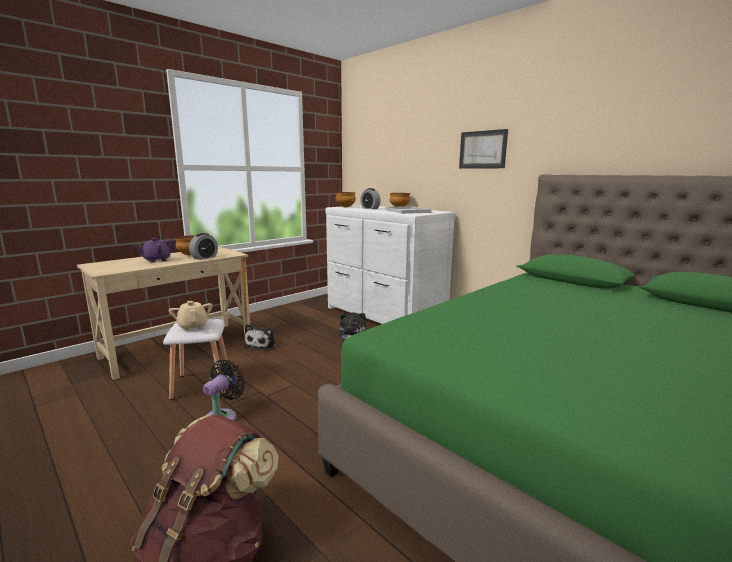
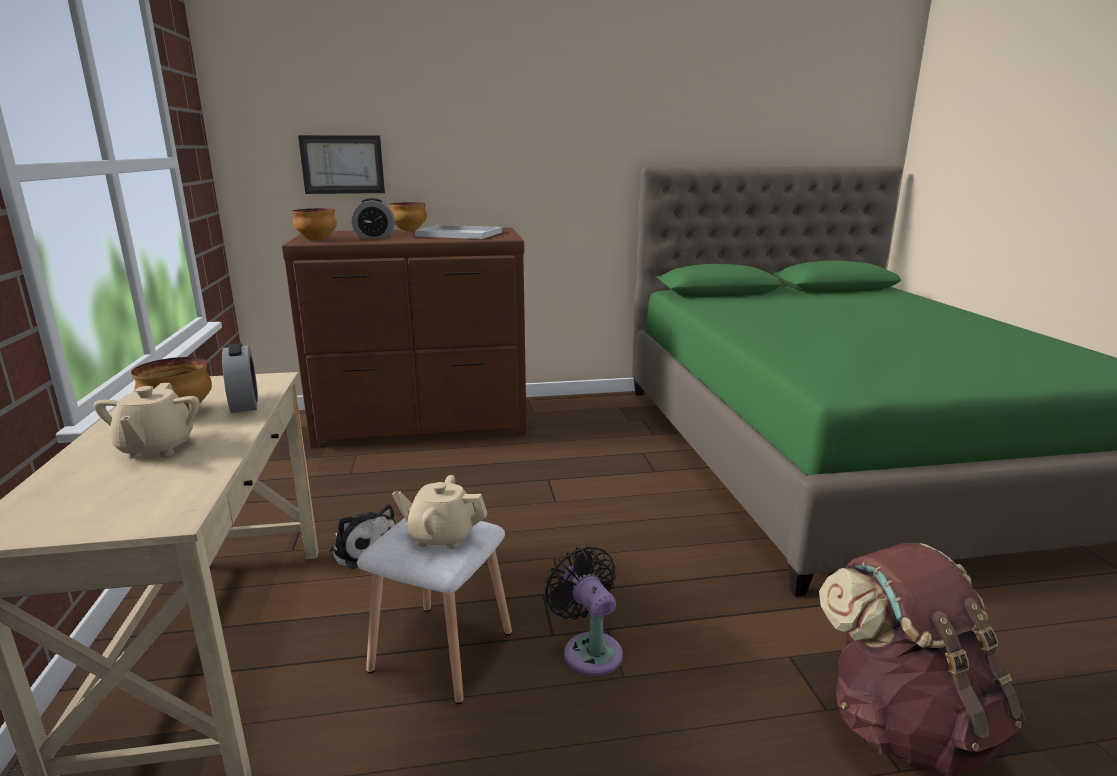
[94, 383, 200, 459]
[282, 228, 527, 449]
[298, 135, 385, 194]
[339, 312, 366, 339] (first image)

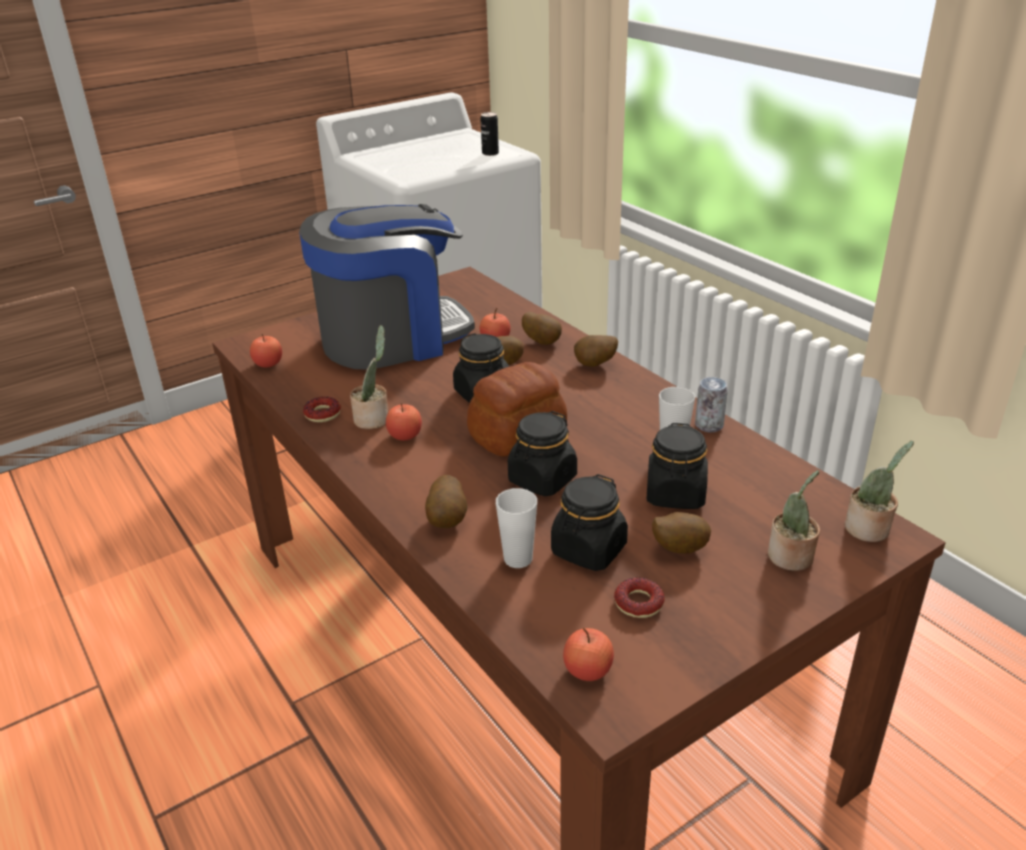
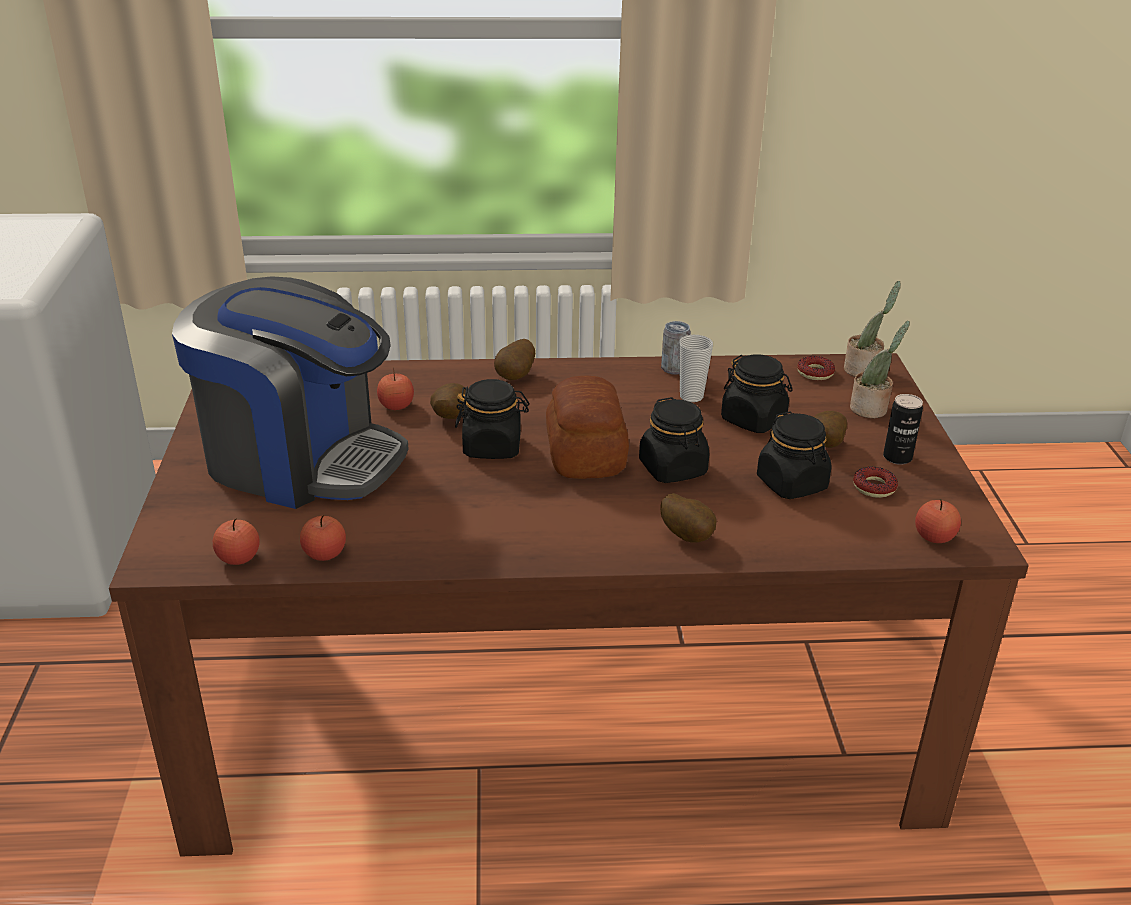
[172, 276, 408, 509]
[300, 515, 346, 561]
[797, 356, 835, 380]
[883, 394, 923, 465]
[350, 325, 388, 429] (first image)
[496, 488, 537, 568] (first image)
[522, 312, 562, 345] (first image)

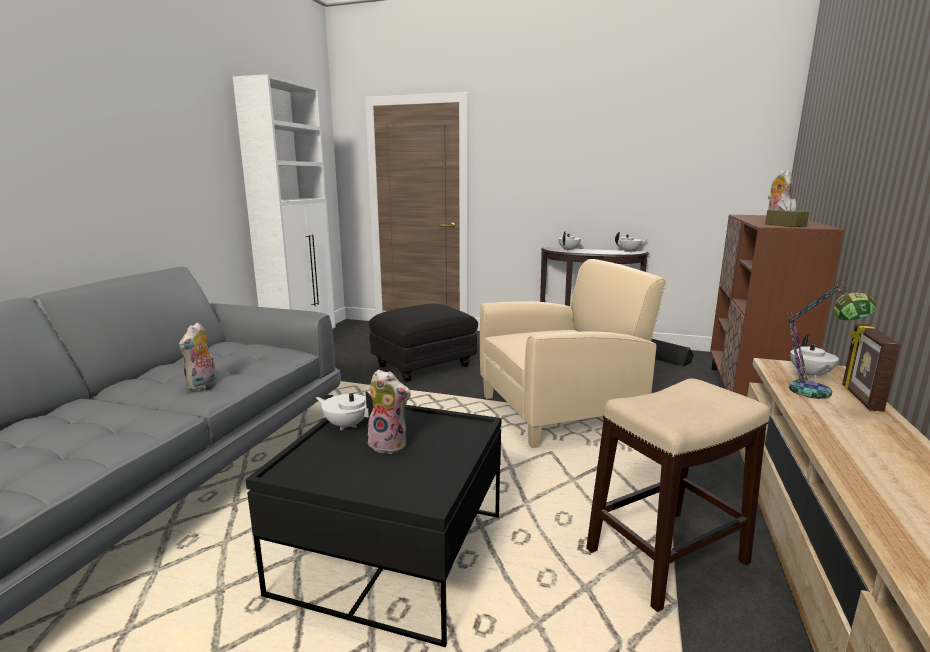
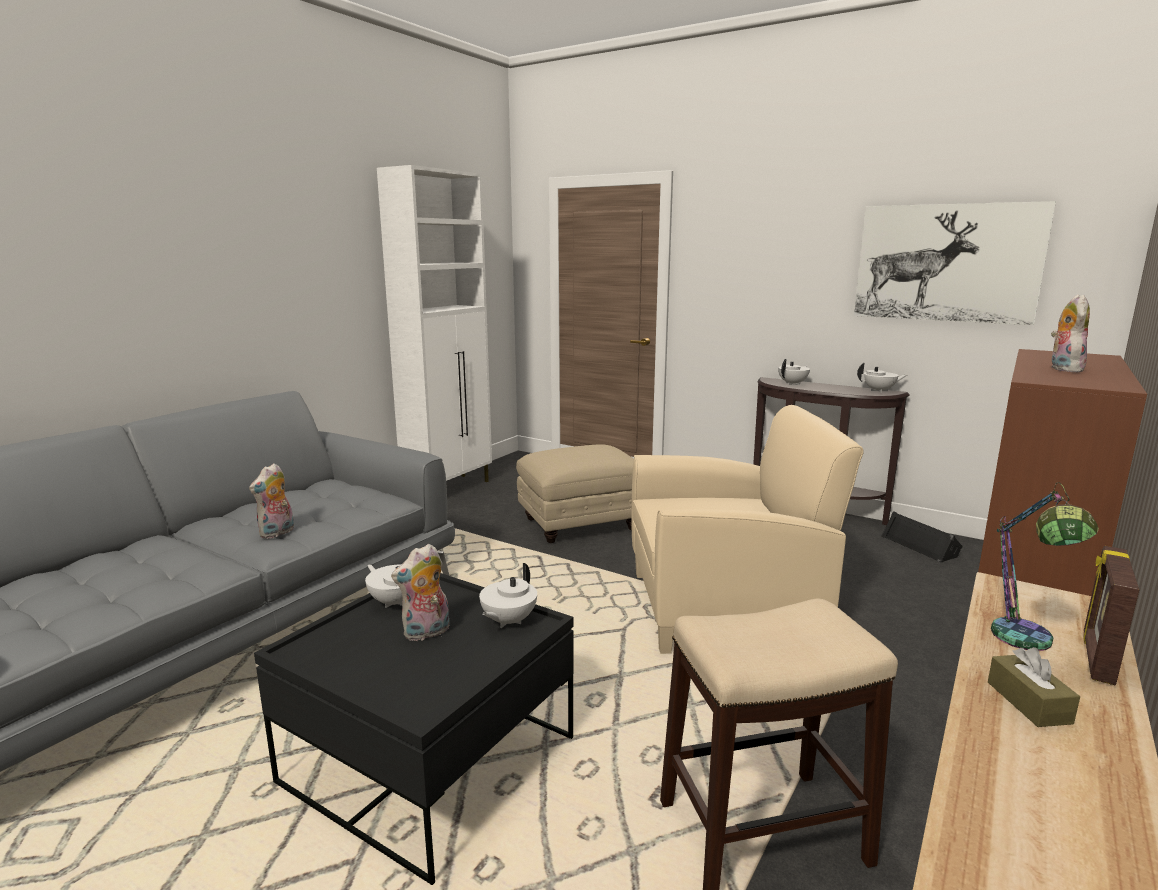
[391, 544, 449, 642]
[479, 563, 537, 628]
[516, 444, 634, 543]
[854, 201, 1056, 325]
[988, 647, 1080, 727]

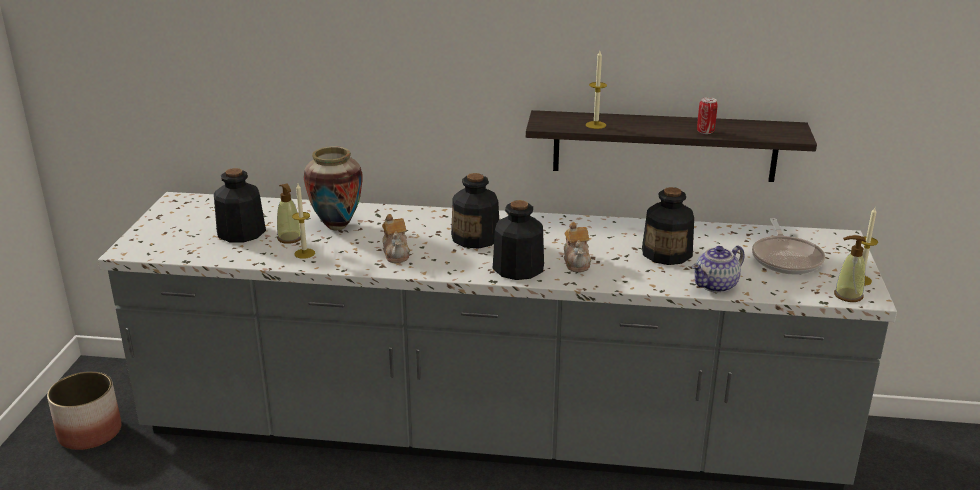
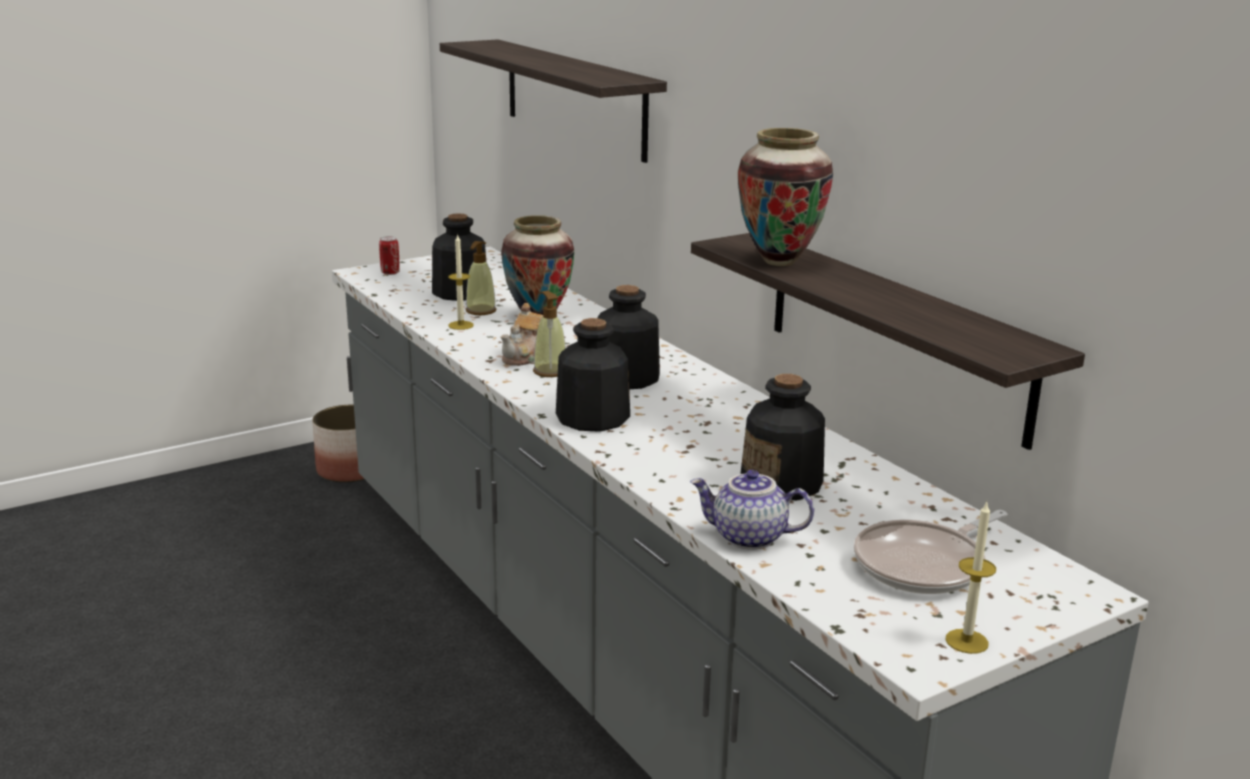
[379, 236, 400, 275]
[440, 39, 667, 163]
[533, 291, 566, 377]
[738, 128, 833, 266]
[564, 222, 591, 272] (first image)

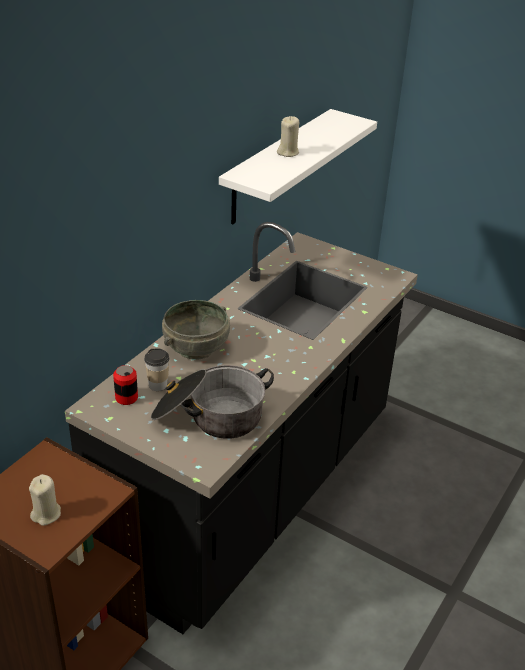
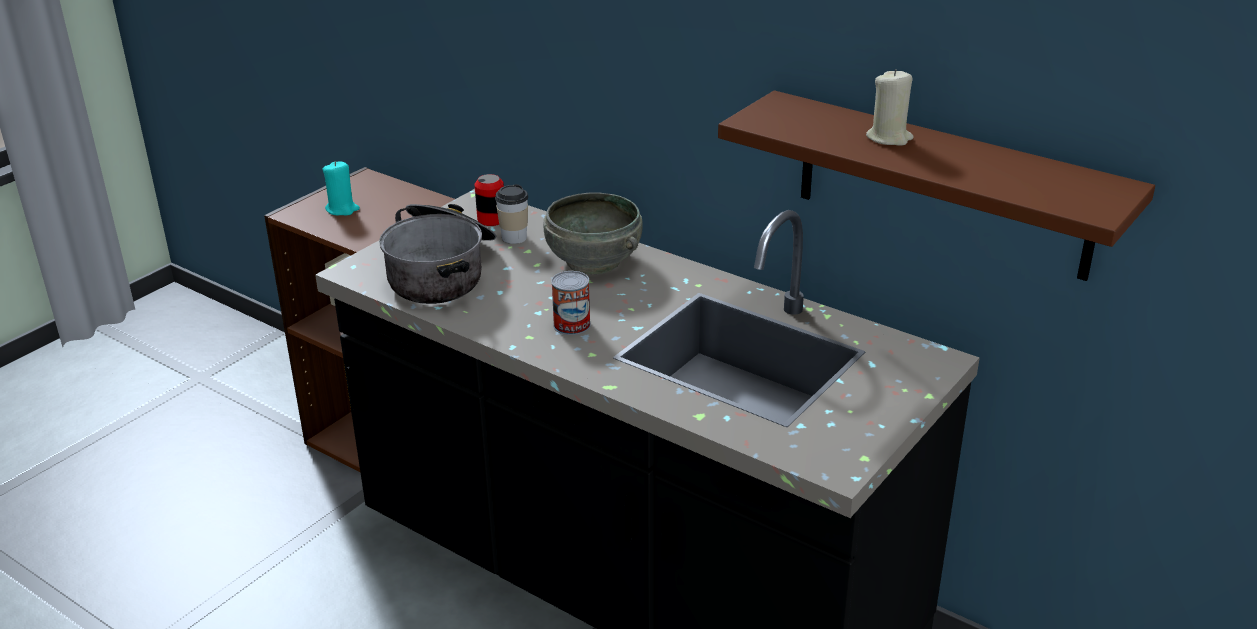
[322, 161, 360, 215]
[551, 271, 591, 335]
[718, 91, 1155, 281]

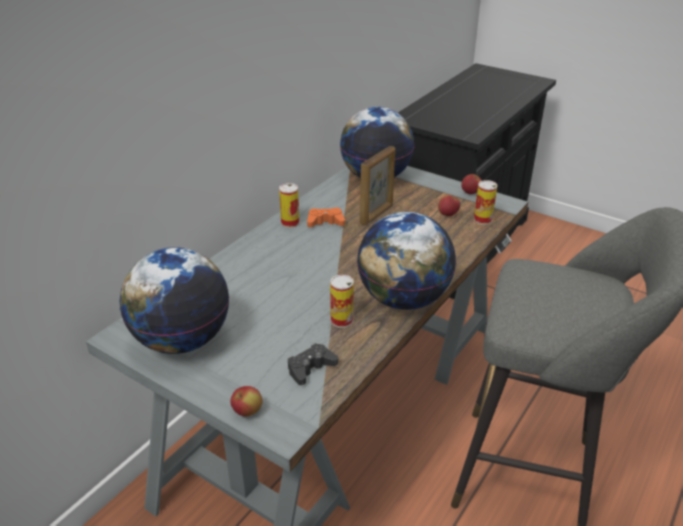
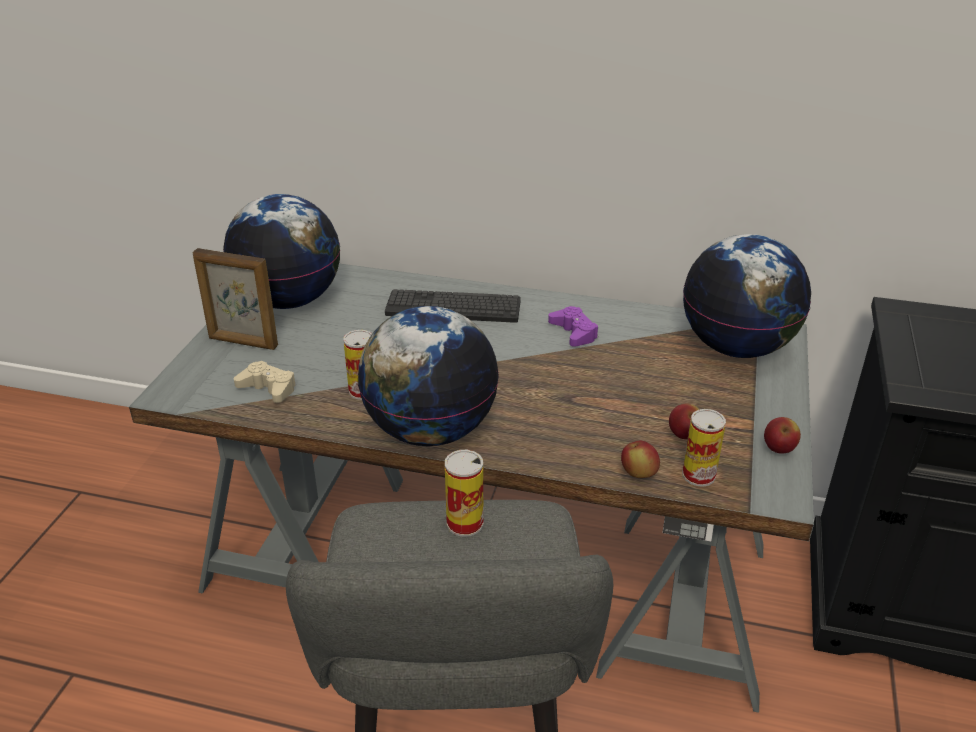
[193, 248, 278, 350]
[234, 361, 296, 403]
[385, 289, 521, 323]
[445, 450, 483, 537]
[548, 306, 598, 347]
[621, 441, 660, 478]

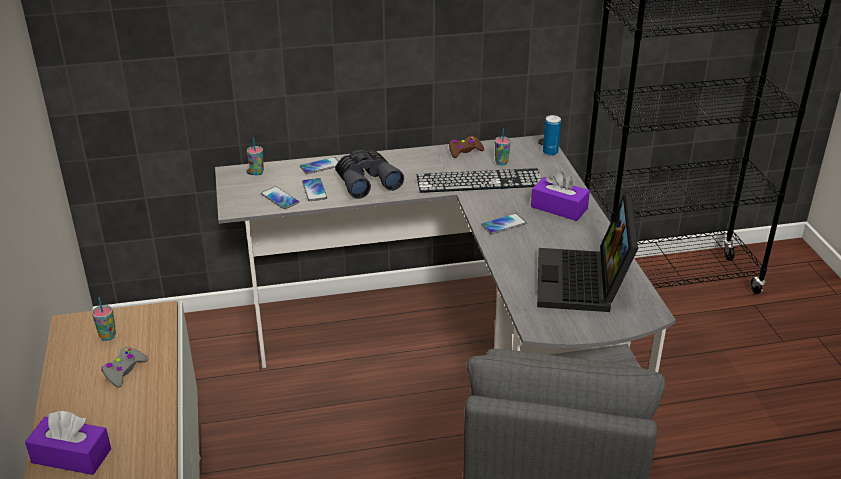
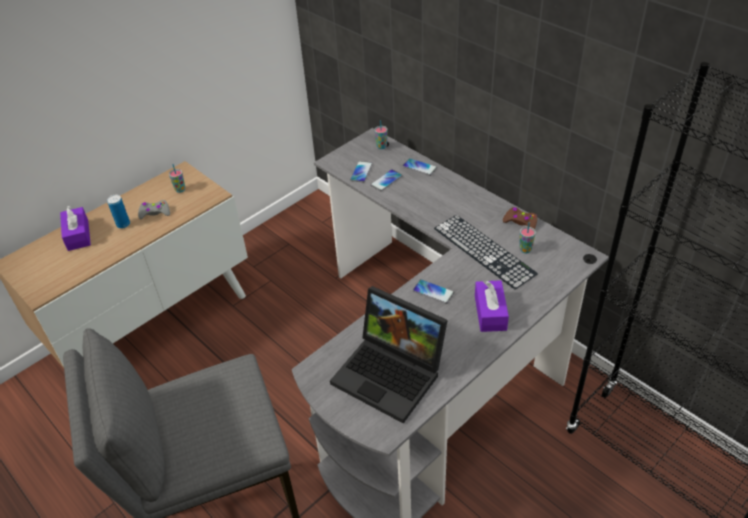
[107, 195, 130, 228]
[330, 286, 448, 424]
[335, 150, 404, 199] (first image)

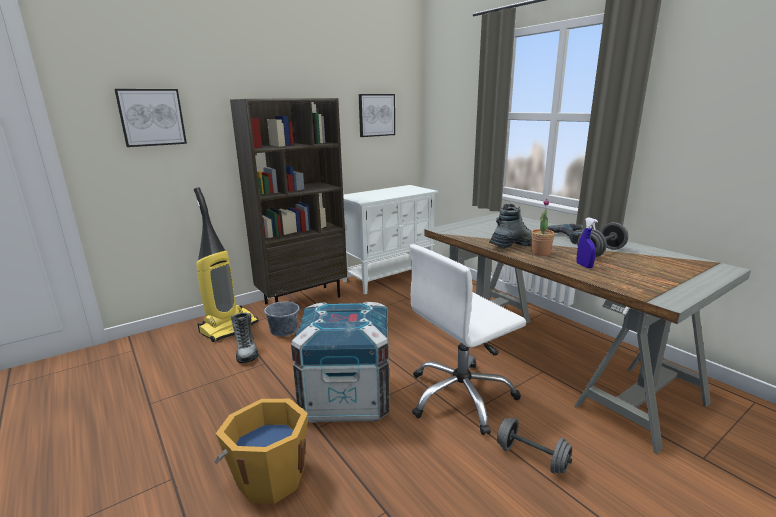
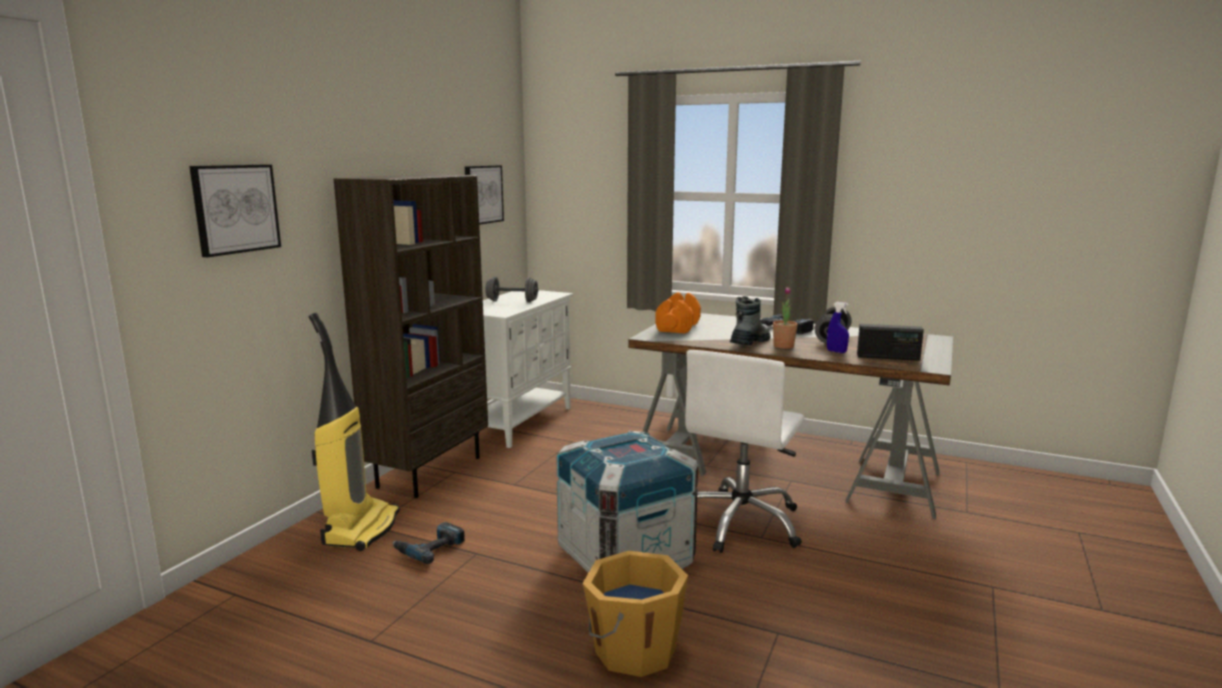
[392, 522, 465, 564]
[485, 277, 538, 302]
[655, 292, 701, 333]
[857, 324, 924, 361]
[264, 291, 299, 336] (first image)

